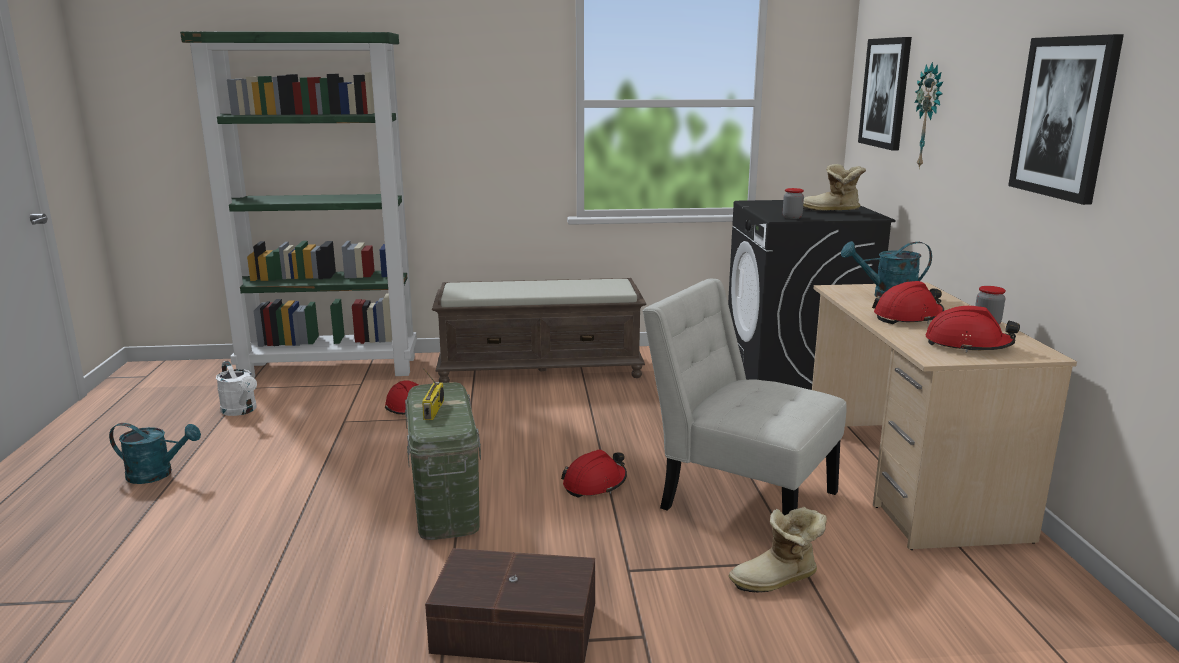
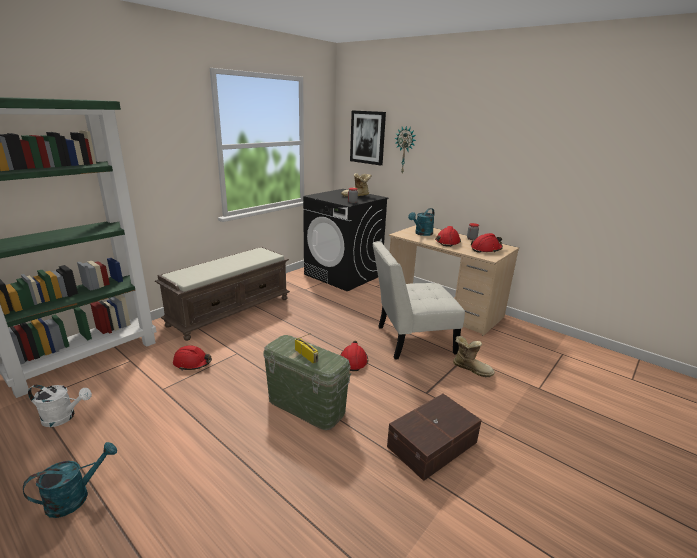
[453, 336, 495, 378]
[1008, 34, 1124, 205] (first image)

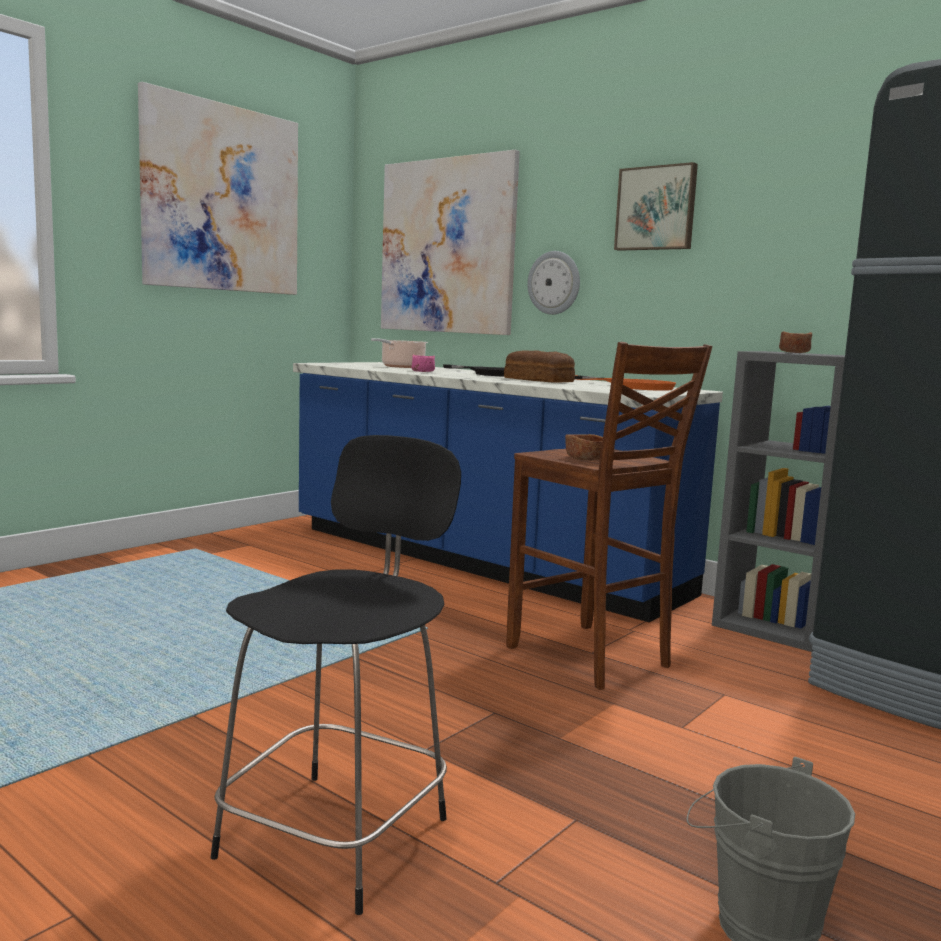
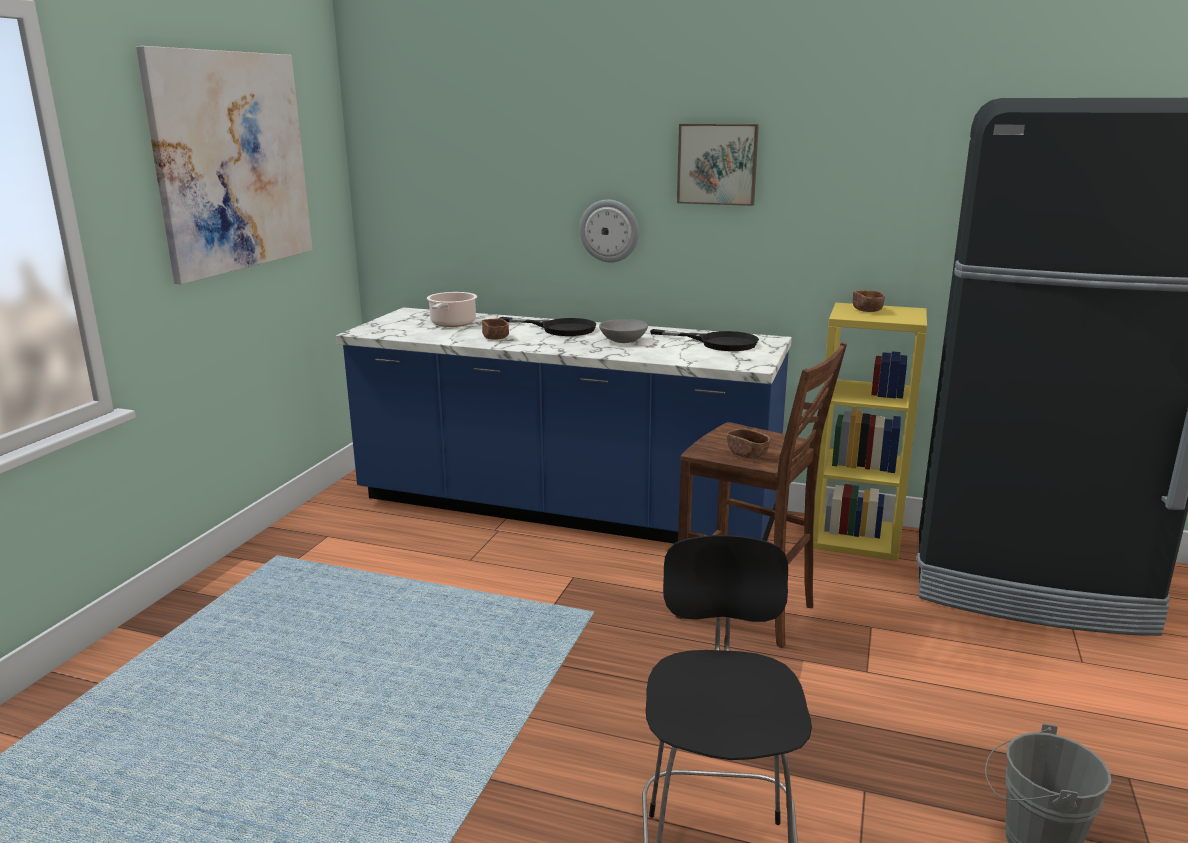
[482, 318, 509, 340]
[599, 319, 648, 343]
[650, 329, 759, 351]
[813, 303, 927, 561]
[381, 150, 520, 335] (first image)

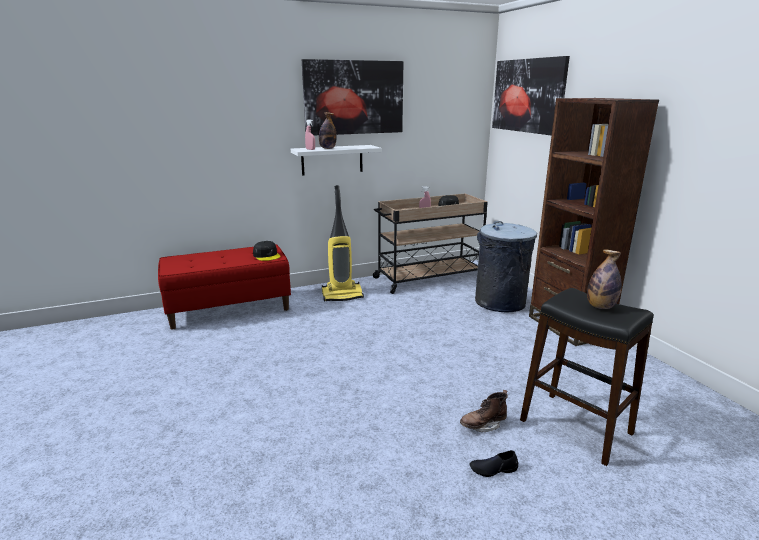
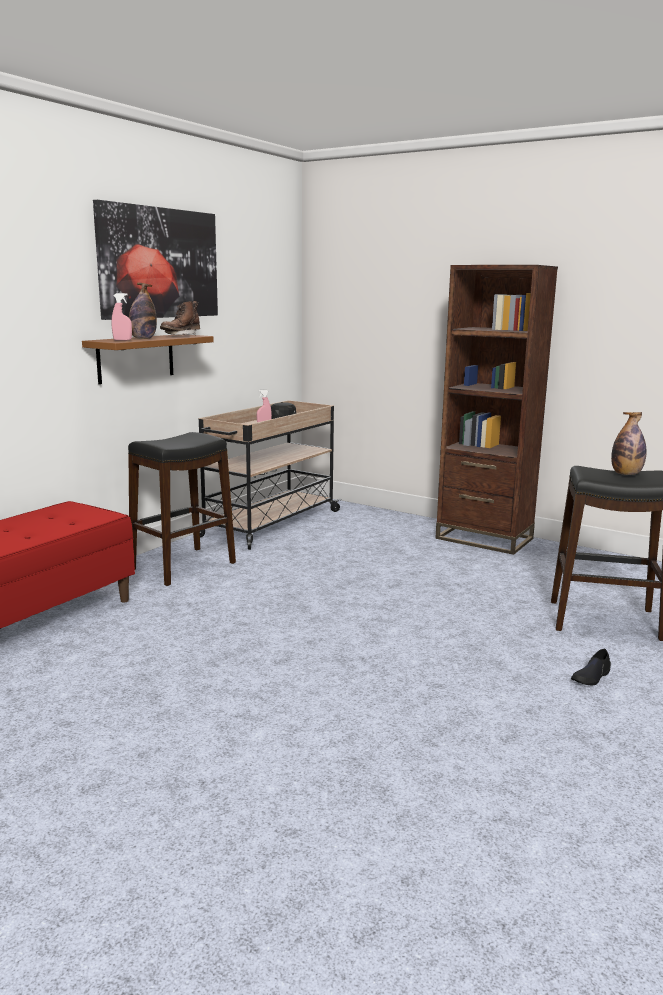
[82, 334, 214, 384]
[128, 432, 236, 586]
[160, 301, 200, 335]
[253, 241, 280, 261] (first image)
[475, 221, 537, 312] (first image)
[492, 56, 570, 136] (first image)

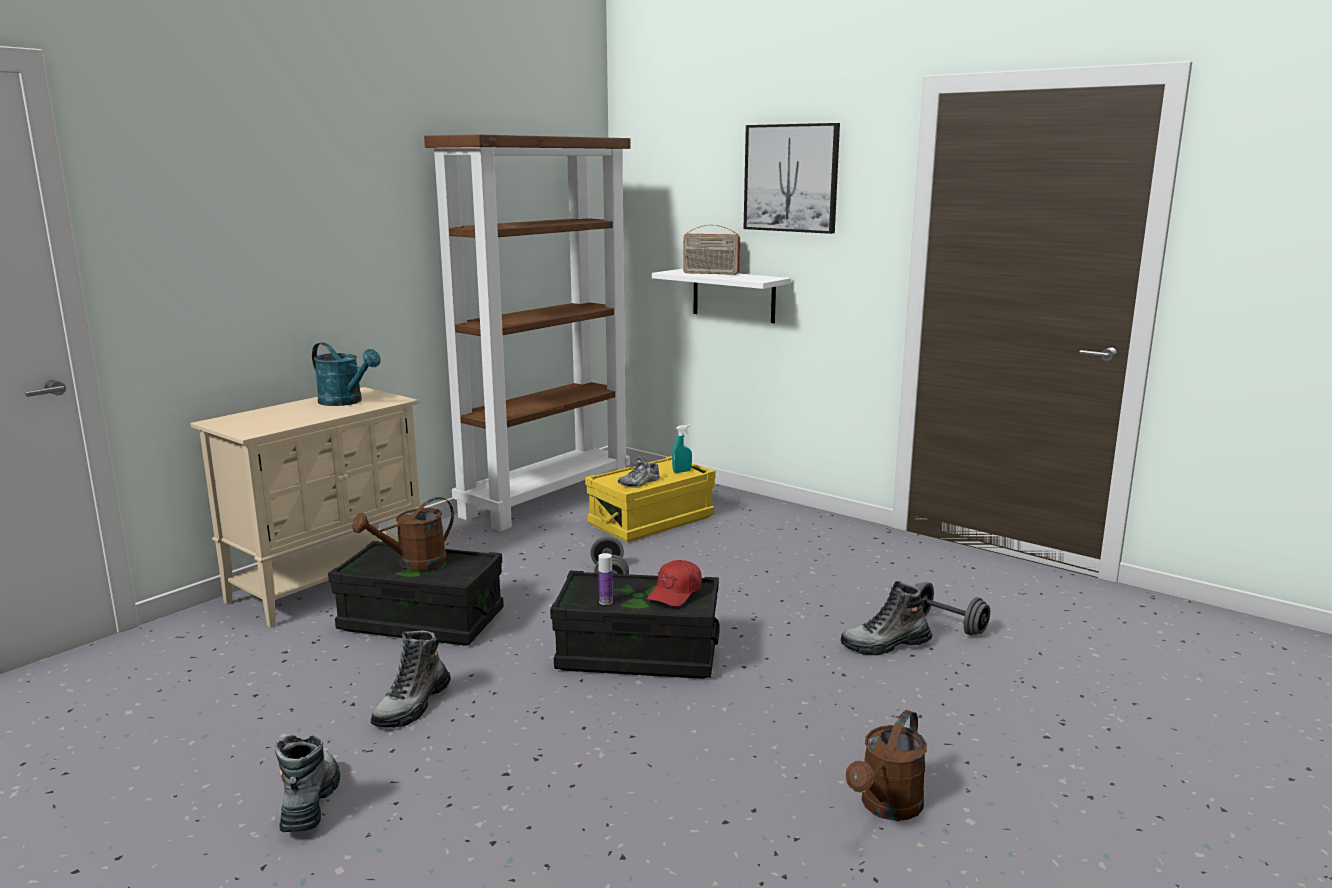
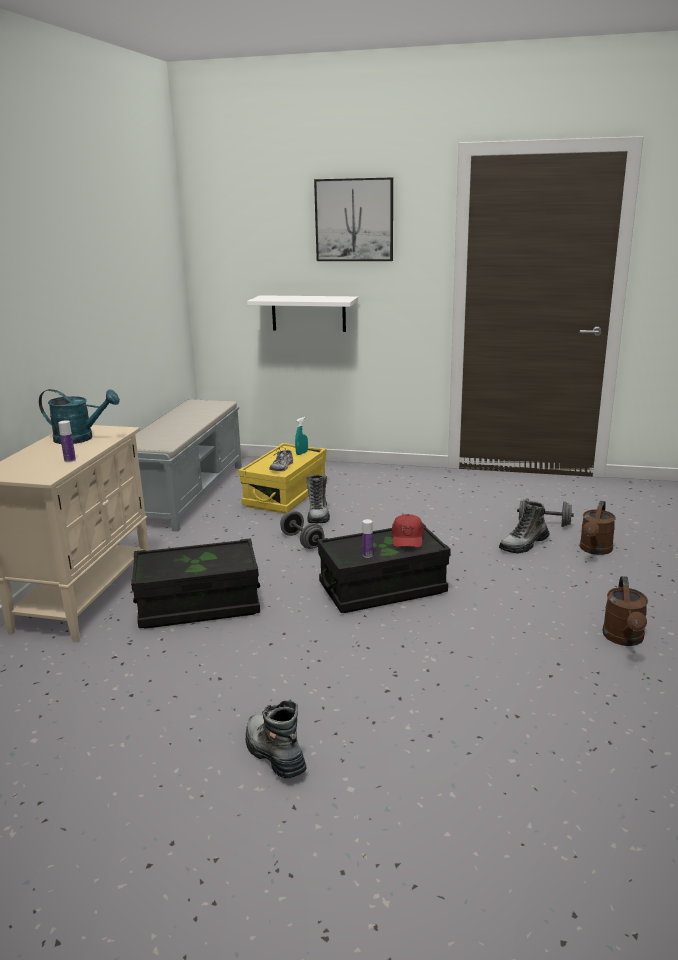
[58, 420, 76, 462]
[135, 399, 242, 532]
[306, 475, 330, 523]
[580, 501, 616, 555]
[683, 225, 741, 275] (first image)

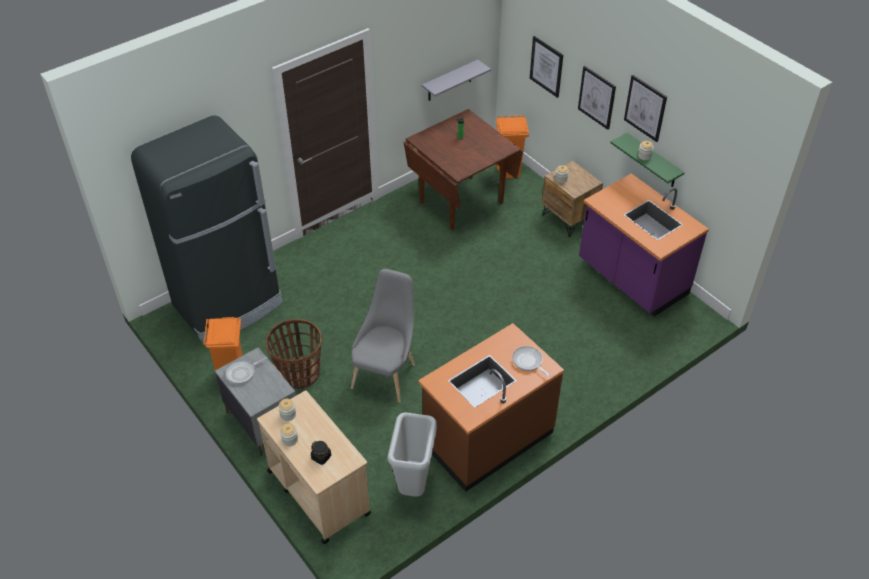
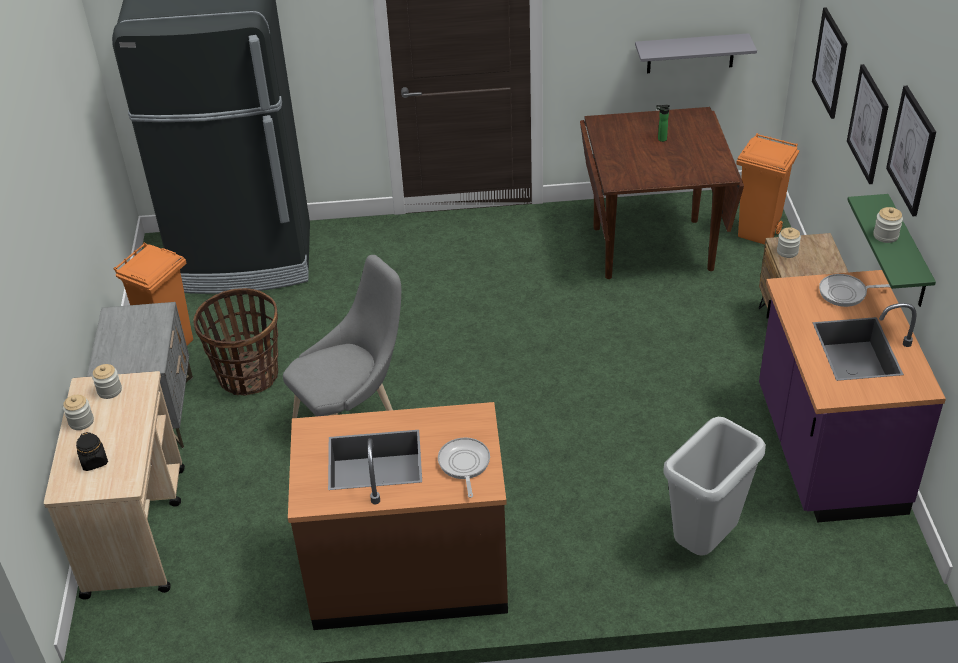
[663, 417, 766, 556]
[819, 274, 890, 307]

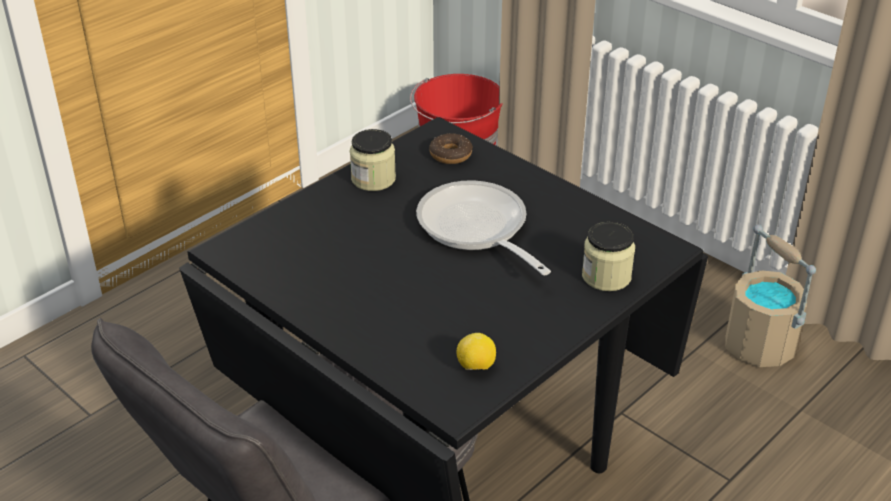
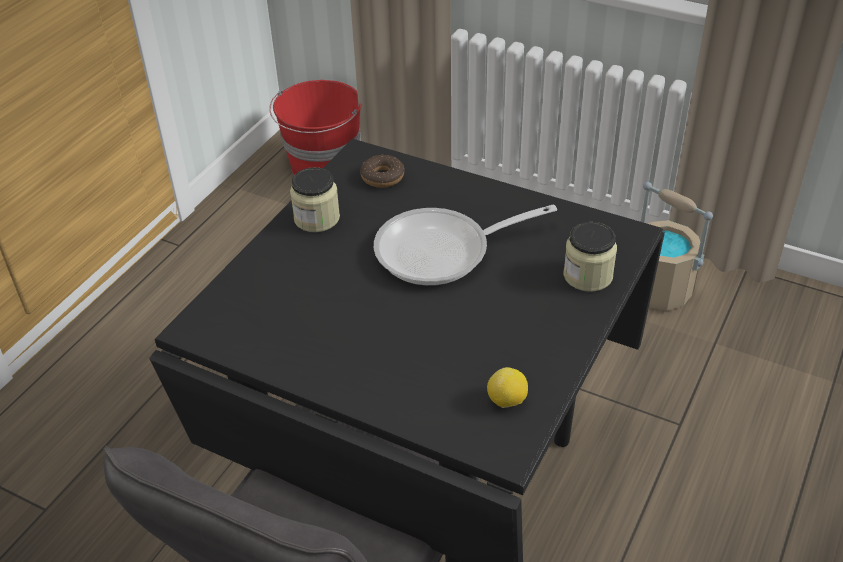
[374, 204, 557, 286]

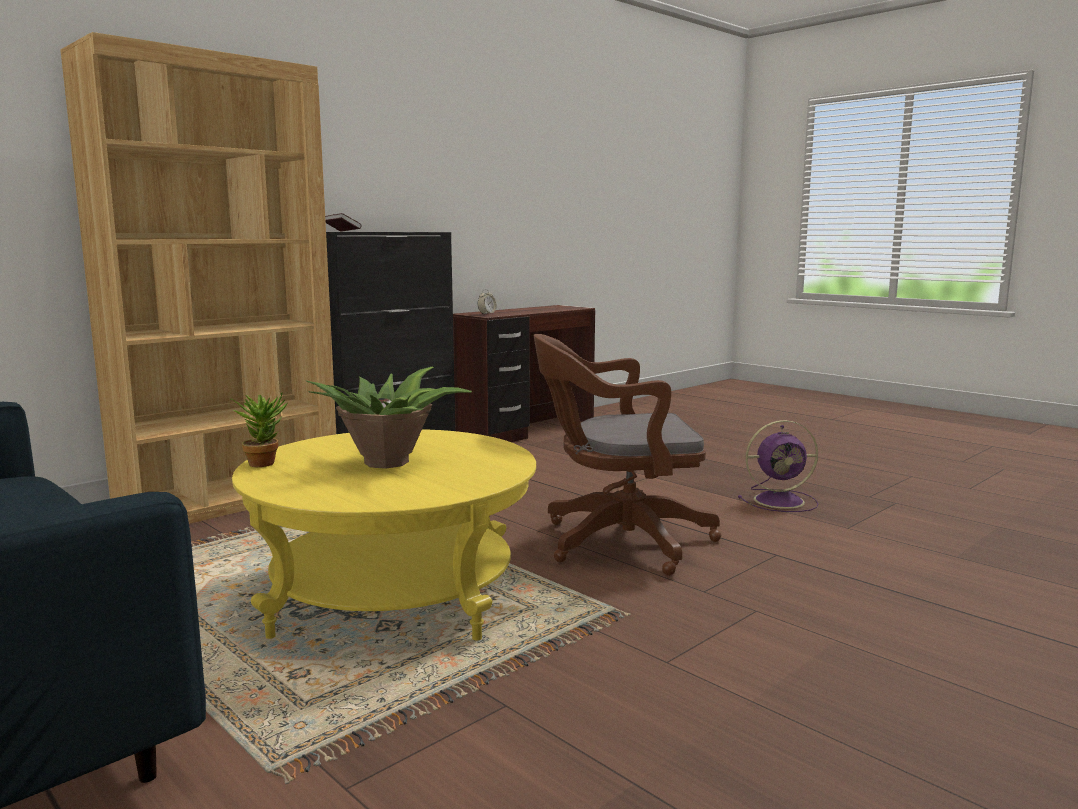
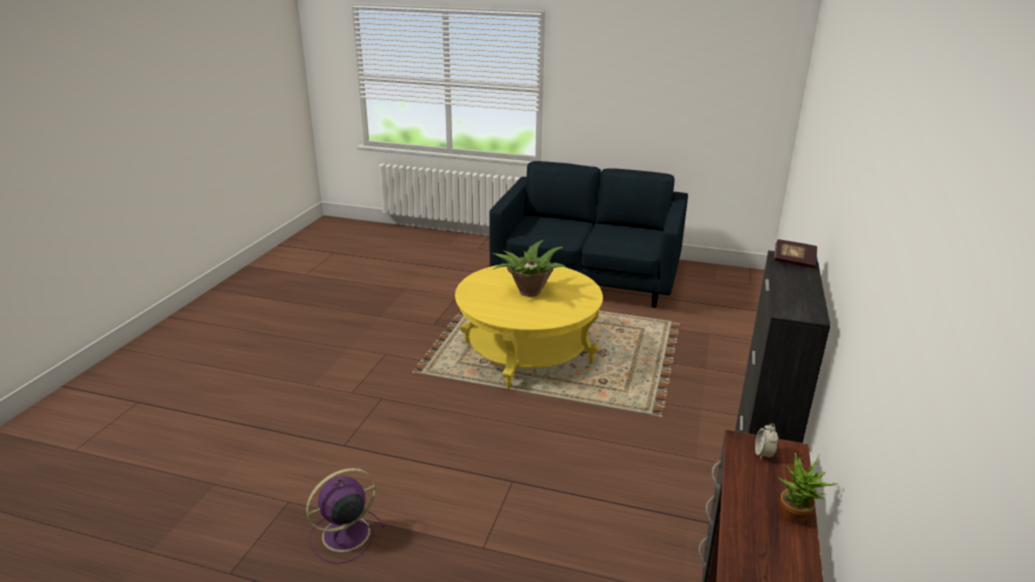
[778, 453, 838, 524]
[60, 32, 336, 524] (first image)
[533, 334, 721, 576] (first image)

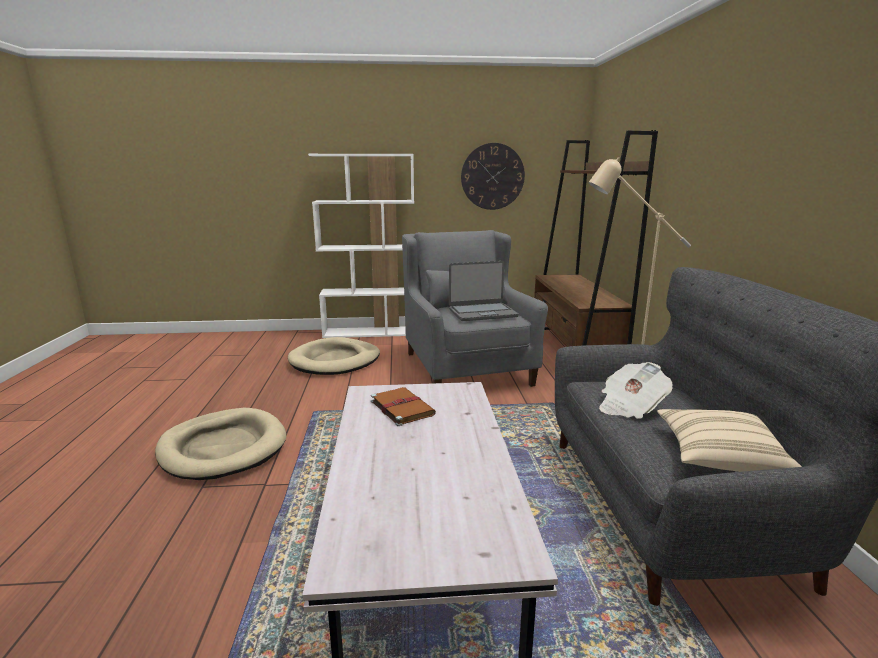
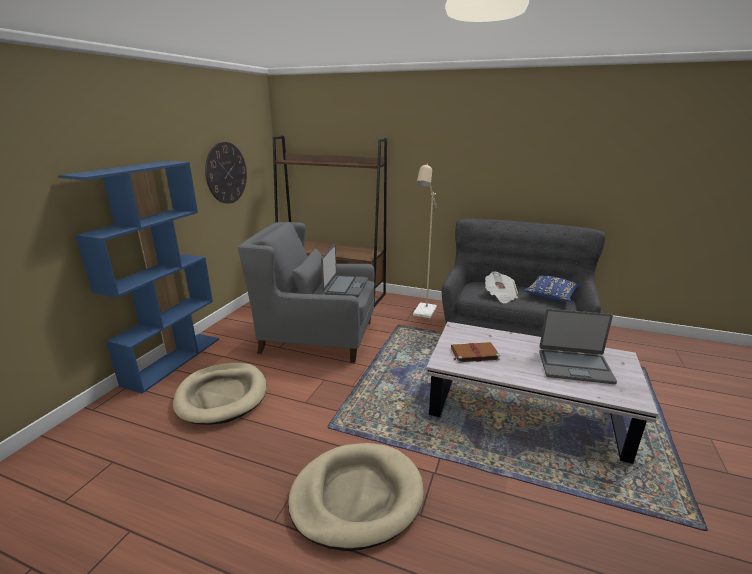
[58, 161, 219, 394]
[524, 276, 580, 302]
[539, 309, 617, 384]

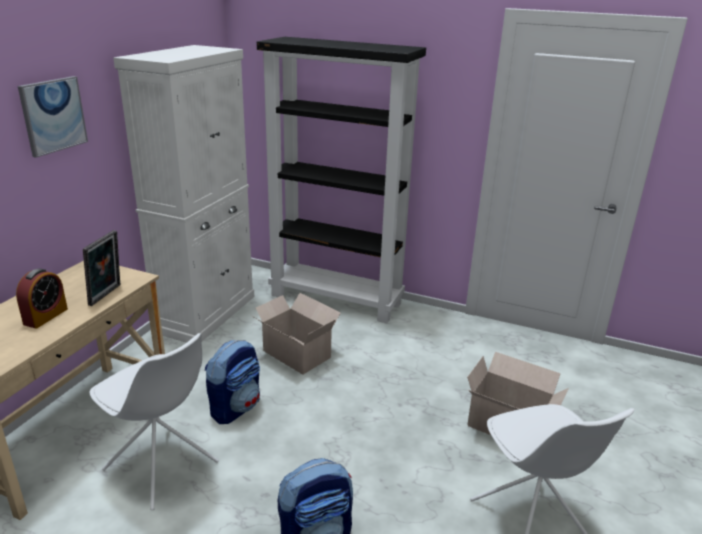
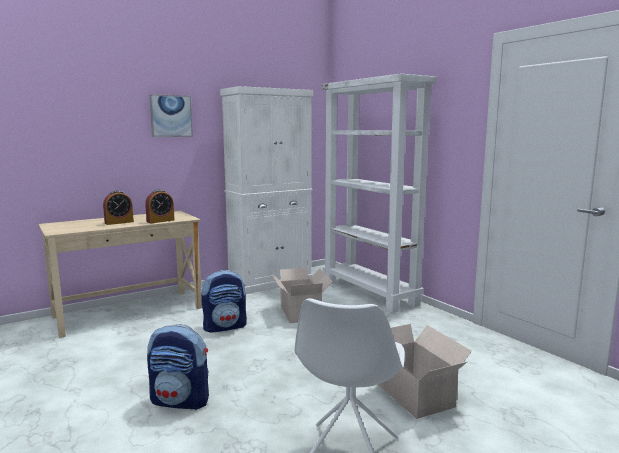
[145, 190, 175, 223]
[322, 74, 437, 313]
[89, 333, 219, 510] (first image)

